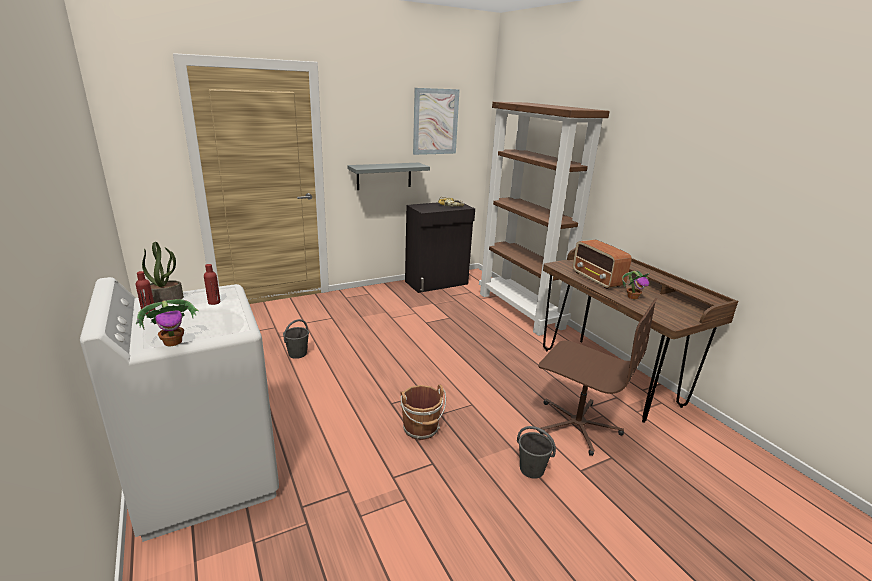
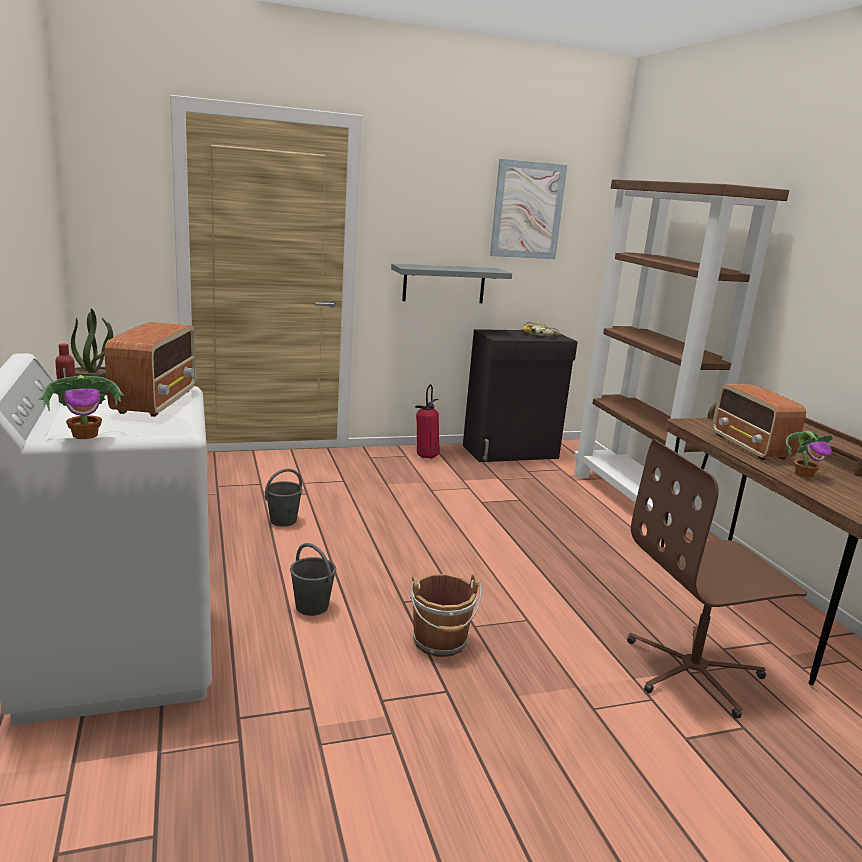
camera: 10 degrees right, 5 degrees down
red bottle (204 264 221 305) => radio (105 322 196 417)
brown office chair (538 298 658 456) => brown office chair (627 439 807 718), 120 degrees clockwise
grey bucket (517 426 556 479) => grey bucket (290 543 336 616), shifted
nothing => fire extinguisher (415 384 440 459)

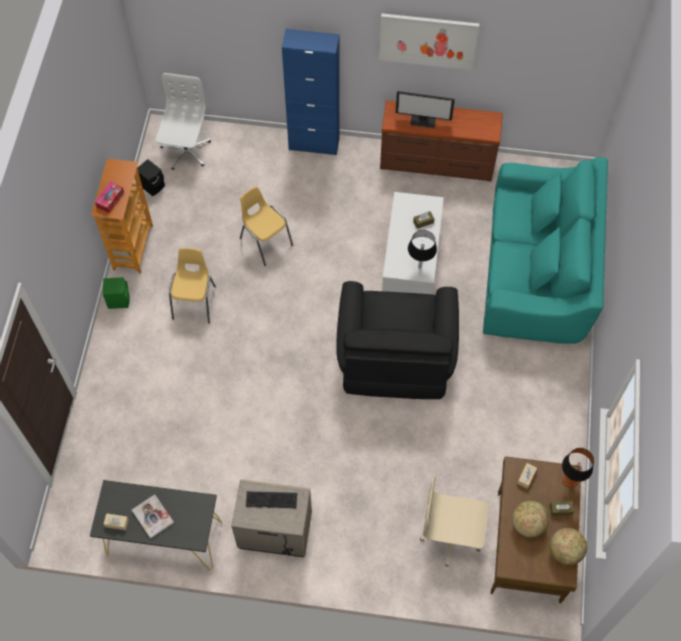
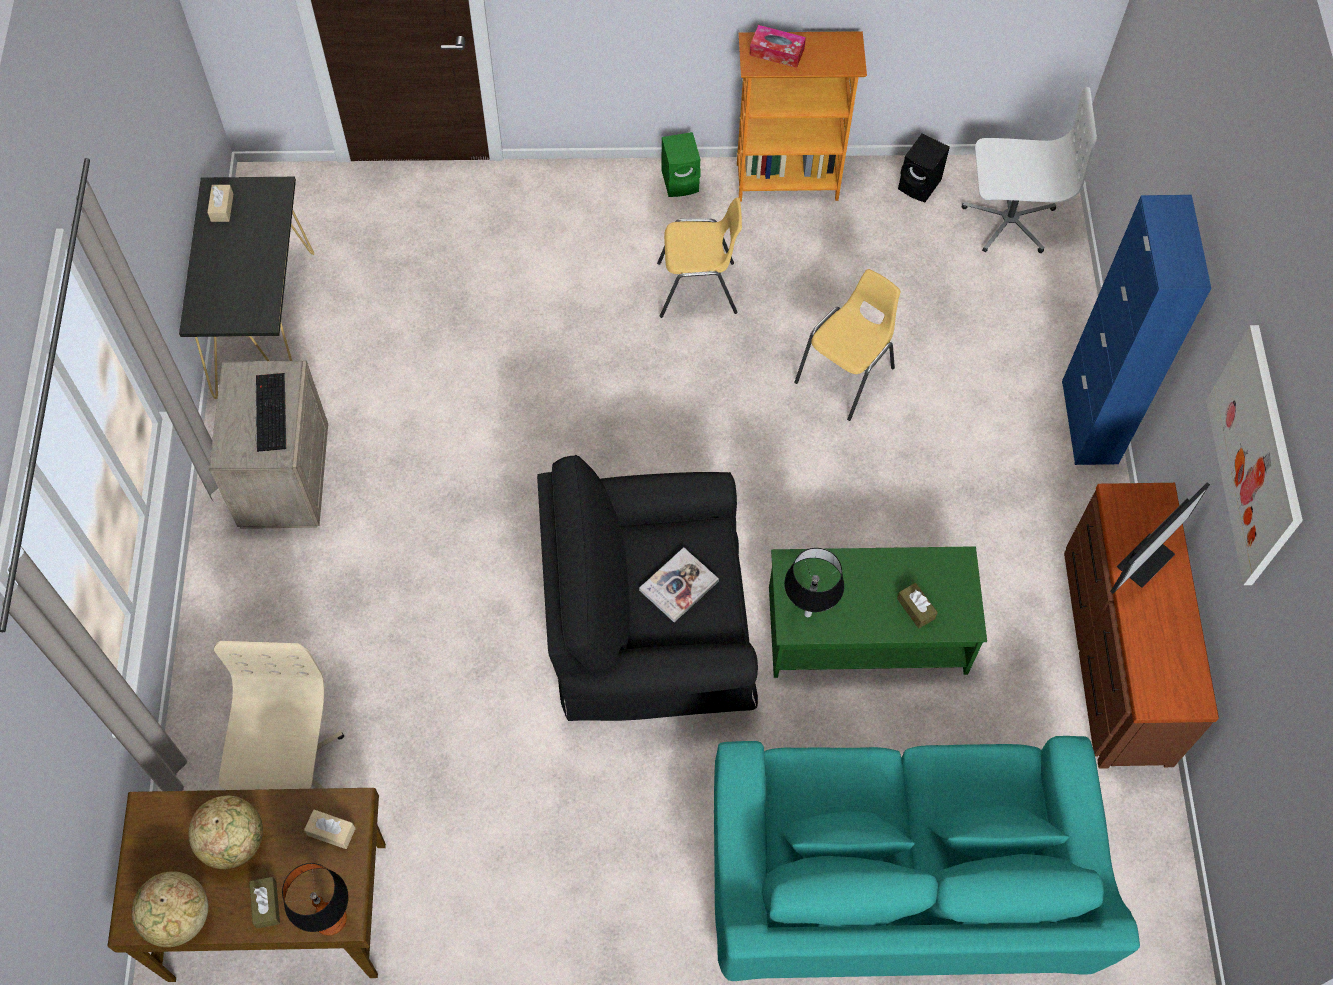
camera: 80 degrees right, 0 degrees up
monitor (396 91 455 128) => monitor (1110 482 1210 594), 135 degrees counterclockwise
white coffee table (382 192 444 294) => green coffee table (769 546 987 678)
book (132 494 174 539) => book (639 547 719 622), shifted

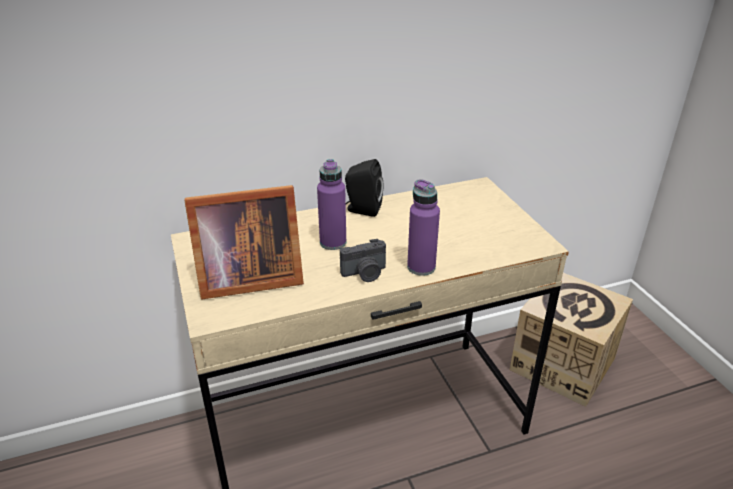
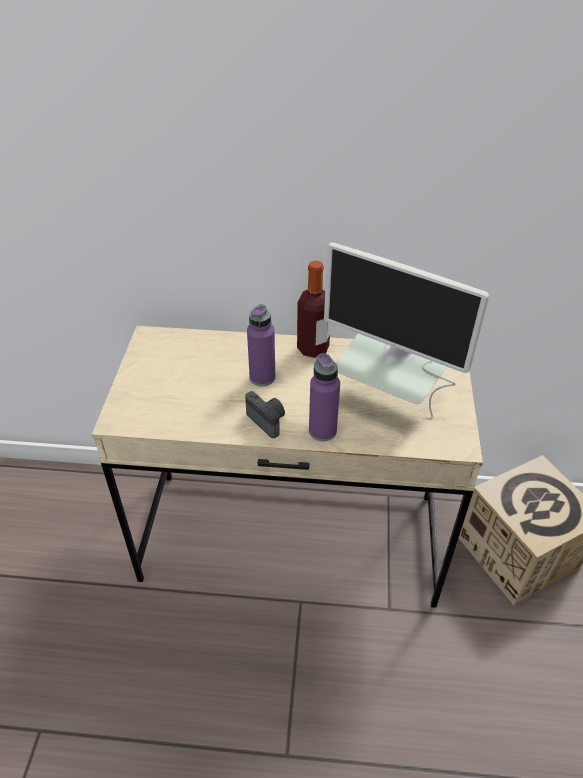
camera: 25 degrees right, 10 degrees up
black speaker (345 159 384 217) => bottle (297 261 331 358)
picture frame (184 185 304 300) => nothing
photo camera (340 239 386 282) => photo camera (245 391 285 438), 135 degrees counterclockwise
nothing => monitor (324 243 489 418)

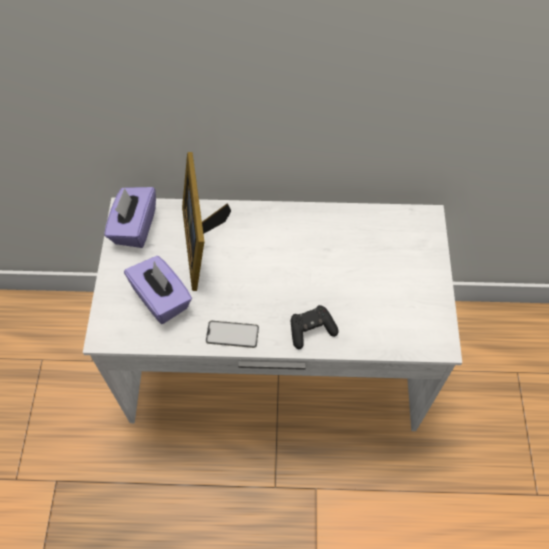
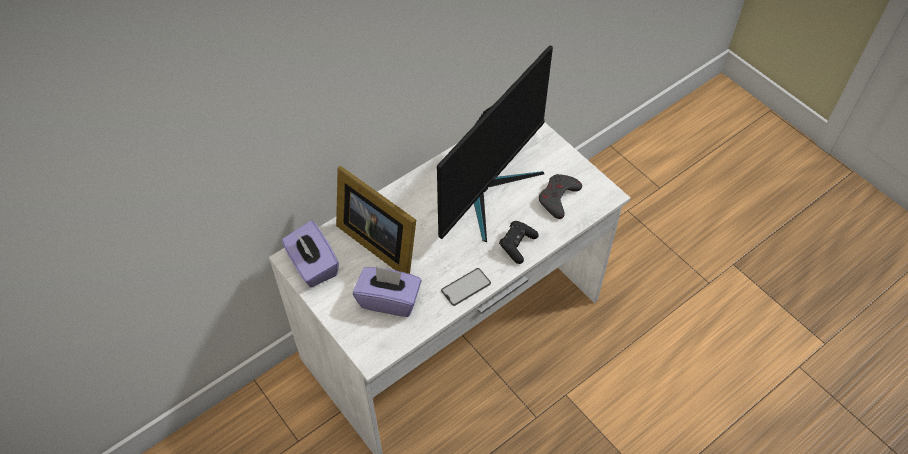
camera: 40 degrees left, 5 degrees down
nothing => monitor (437 46 553 242)
nothing => grey game controller (539 174 582 219)

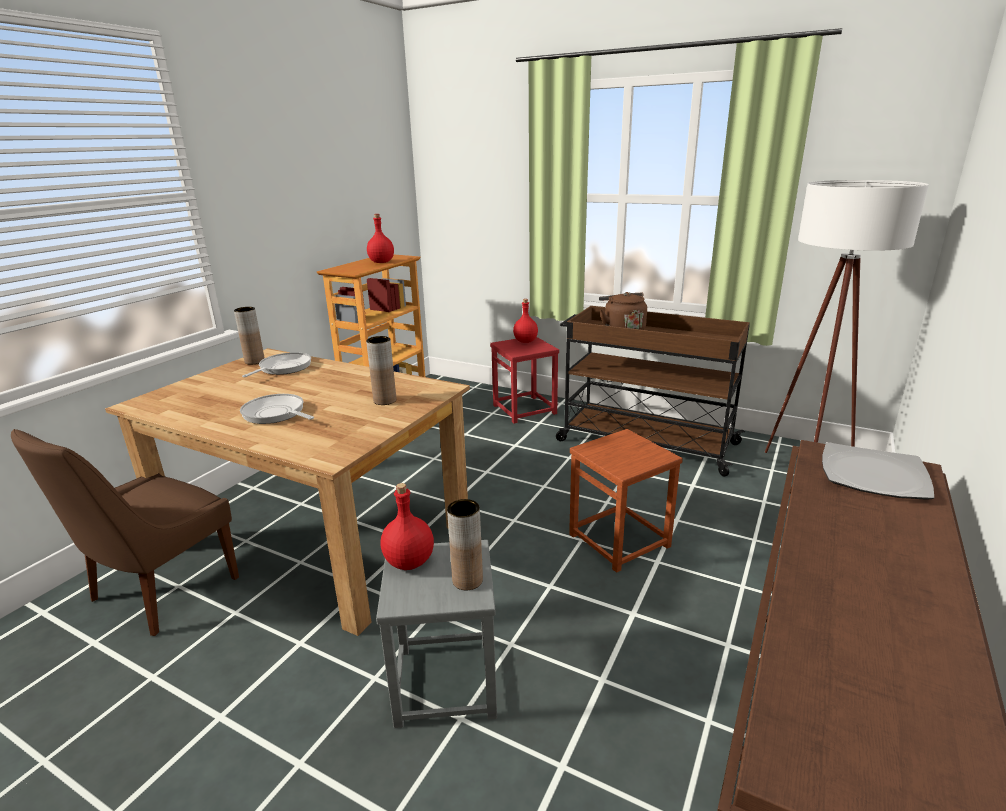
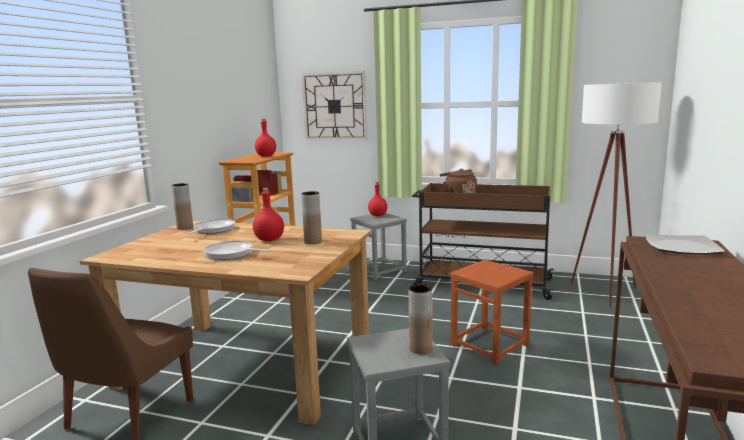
camera: 10 degrees left, 10 degrees down
red stool (490 337 559 423) => grey stool (350 213 407 280)
red bottle (380 483 434 570) => red bottle (253 188 284 241), shifted
nothing => wall clock (302 71 367 140)

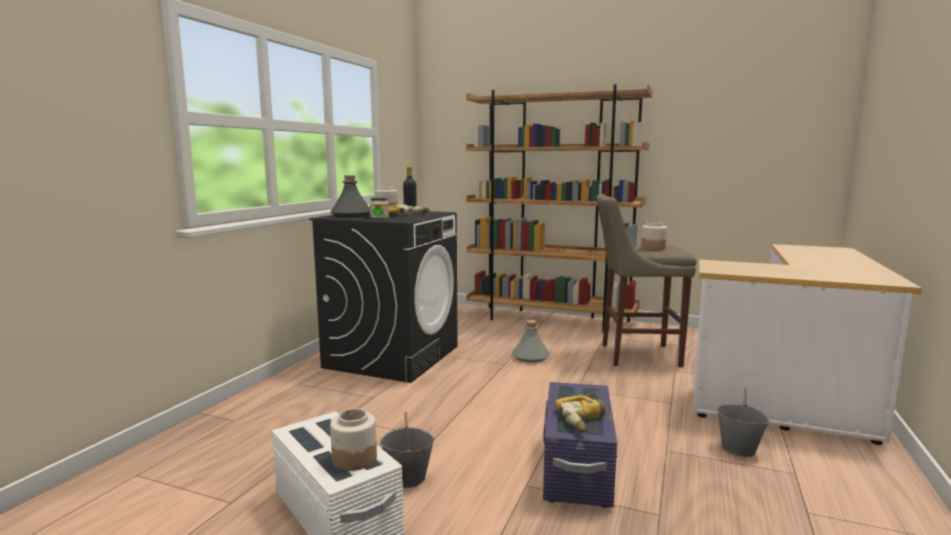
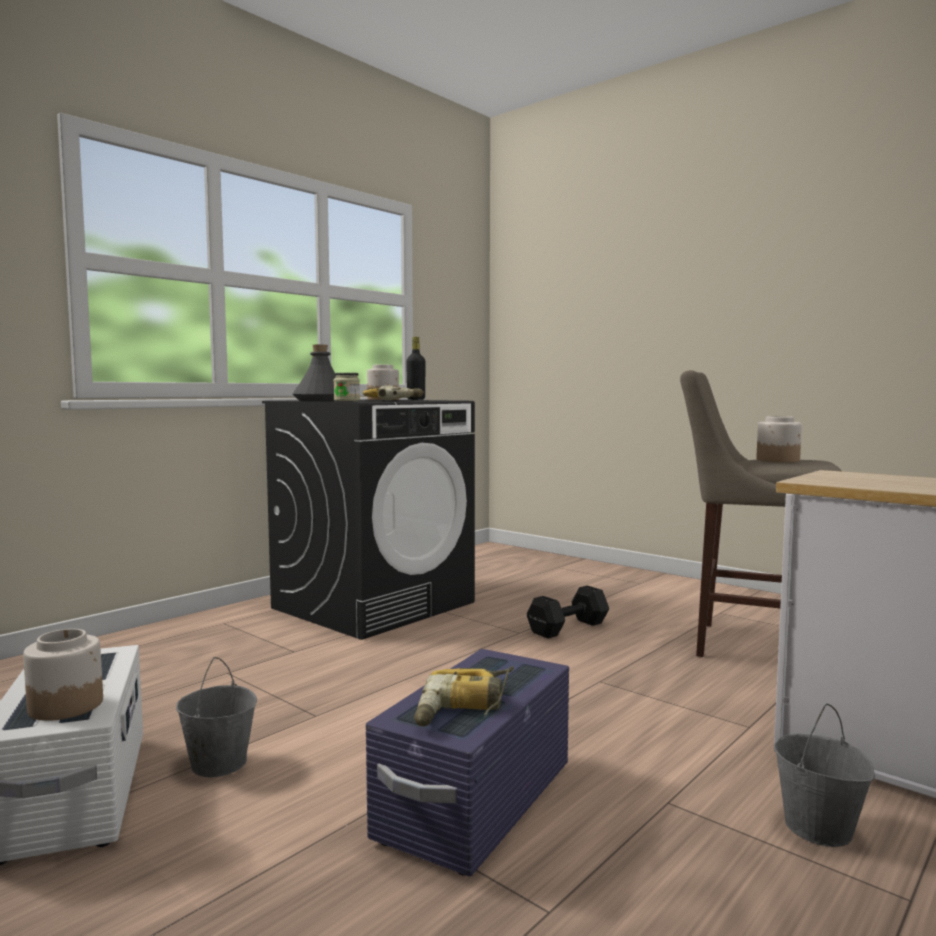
camera: 20 degrees right, 5 degrees down
brown bookcase (466 84 652 333) => nothing
grey bottle (512 320 550 363) => black dumbbell (527 586 609 638)

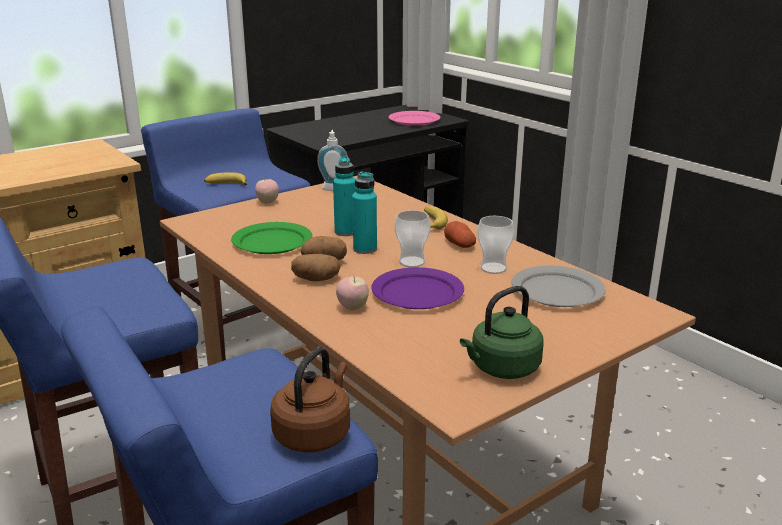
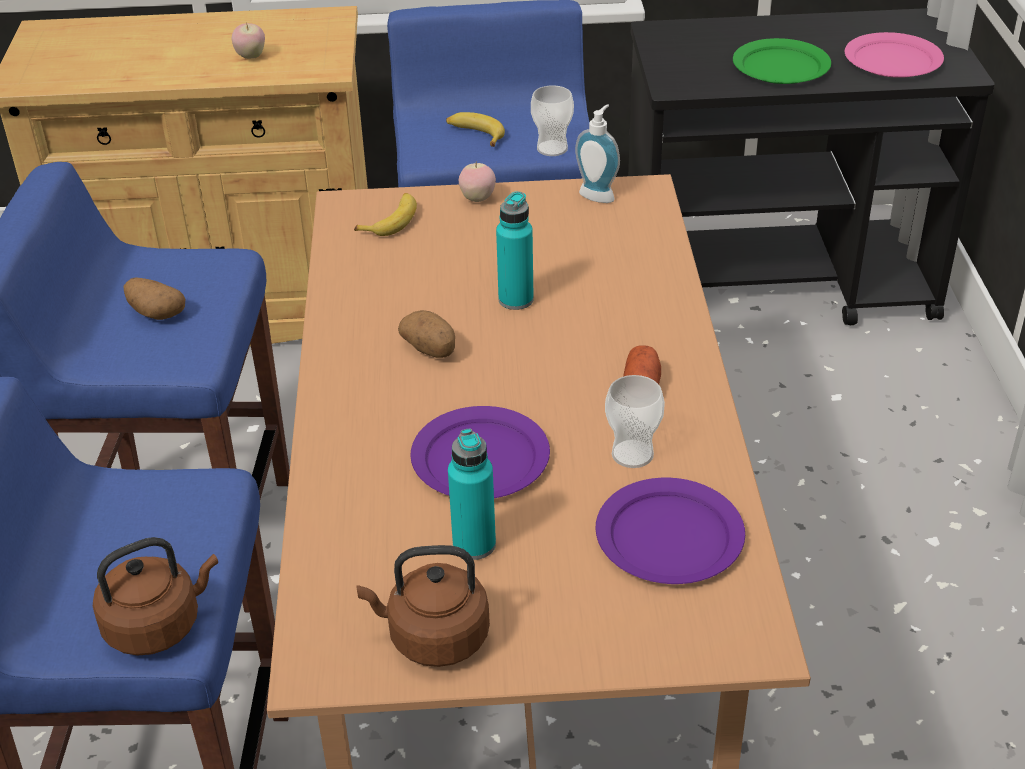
camera: 35 degrees right, 15 degrees up
turquoise bottle (352 172 377 254) => turquoise bottle (448 429 496 560), shifted
banana (424 206 448 229) => banana (354 193 417 236), shifted
cup (395 210 431 267) => cup (531 85 574 156), shifted
green plate (231 222 312 254) => green plate (733 38 831 84), shifted
potato (291 254 341 281) => potato (123 277 185 320), shifted
grey plate (512 266 606 307) => purple plate (596 478 745 584)
apple (336 276 369 310) => apple (232 22 265 59), shifted
green kettle (460 286 543 379) => brown kettle (356 545 490 667)

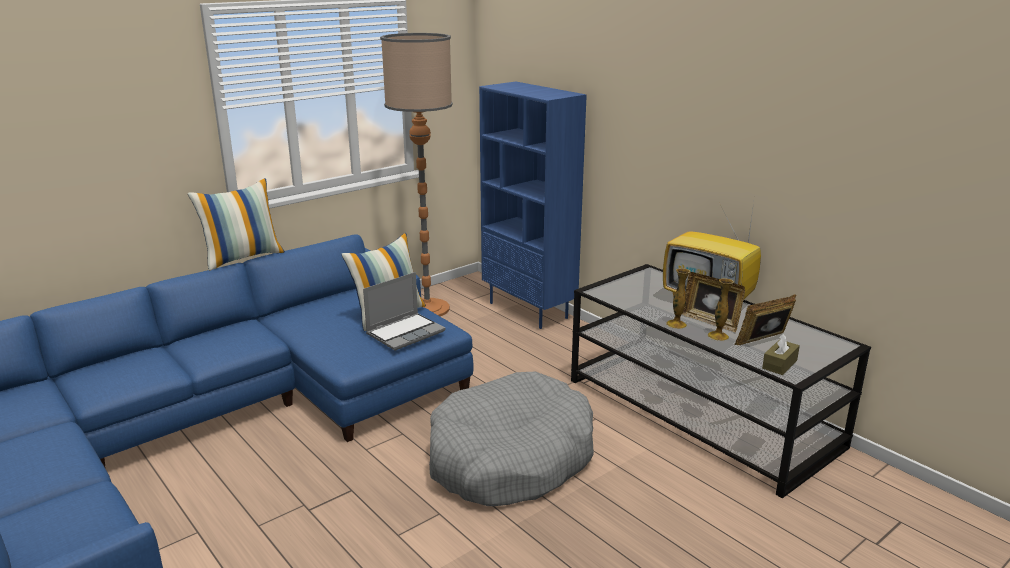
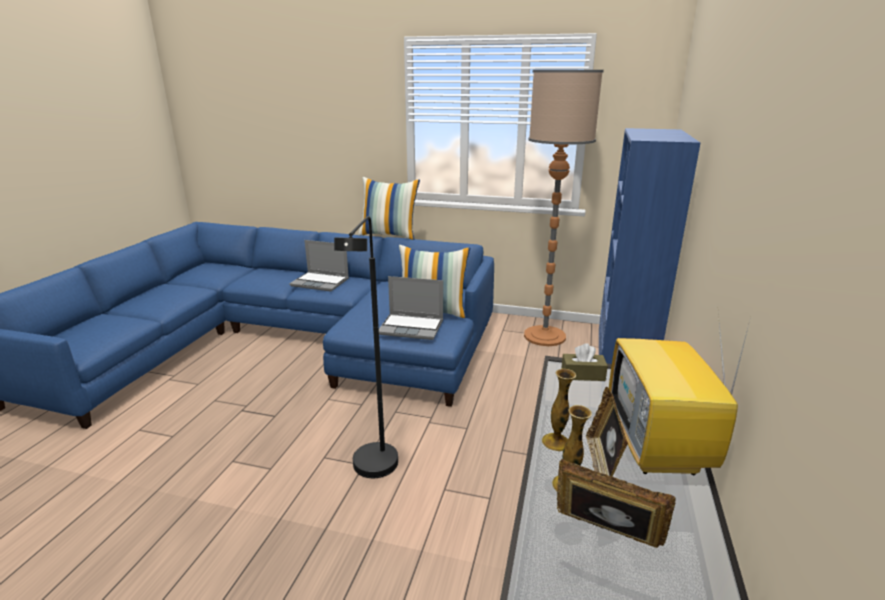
camera: 55 degrees right, 0 degrees up
brown tissue box (762 334 800 375) => brown tissue box (561 343 608 381), shifted
grey dog bed (429 371 594 506) => black floor lamp (334 216 398 478)
nothing => laptop (289 240 349 292)

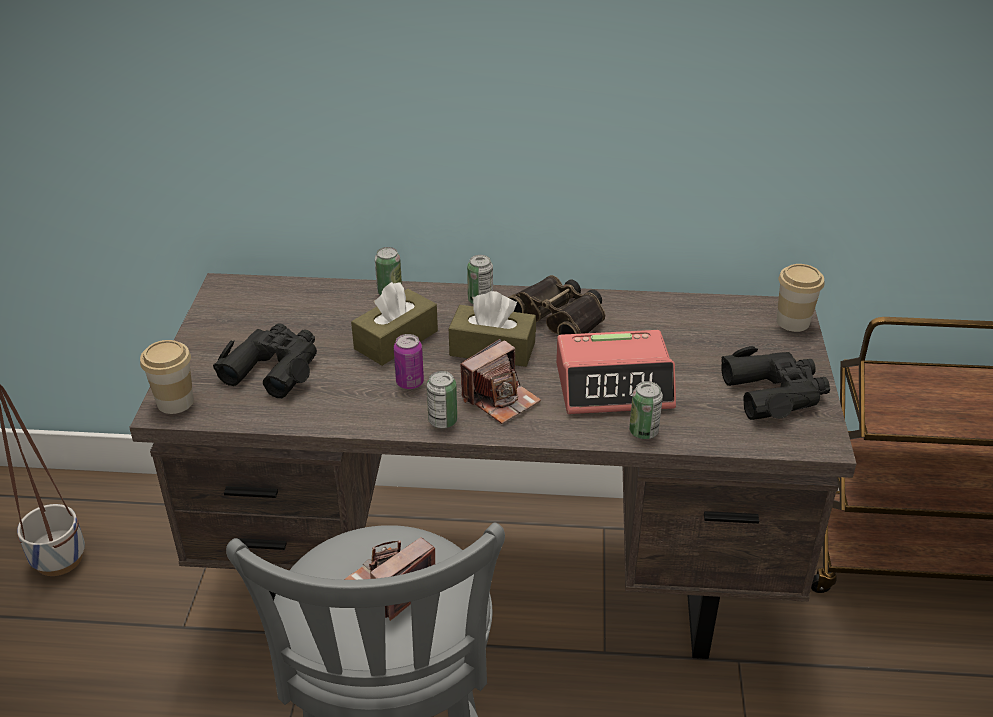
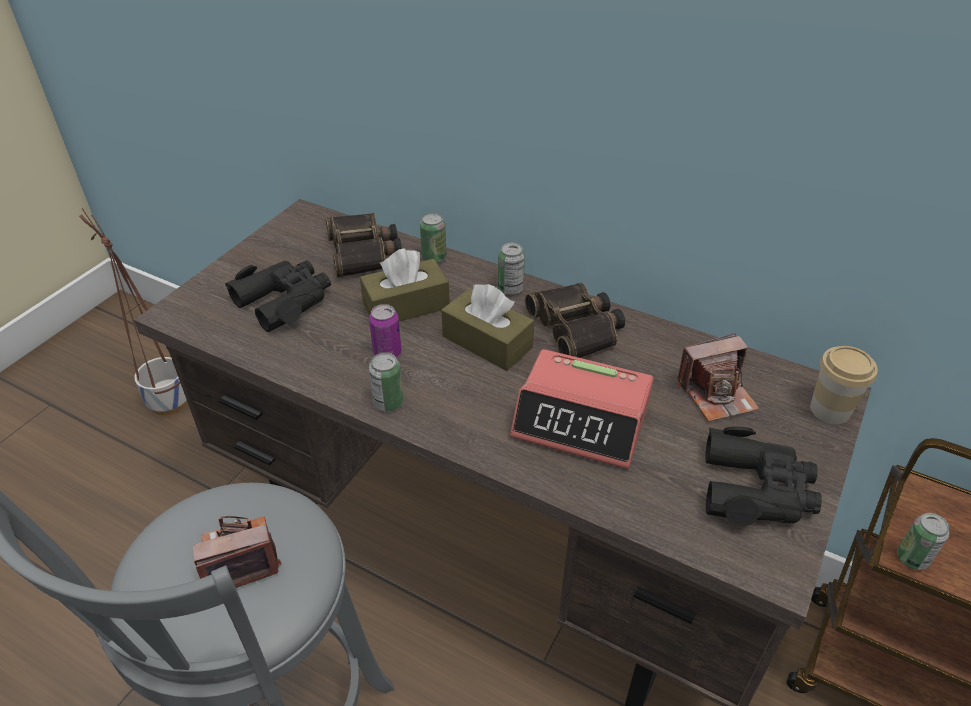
camera: 25 degrees right, 5 degrees up
photo camera (460 339 541 424) => photo camera (677 333 759 422), shifted
cup (140 340 194 414) => nothing
can (629 381 663 439) => can (897 513 949 570), shifted
nothing => binoculars (326 213 402 278)

